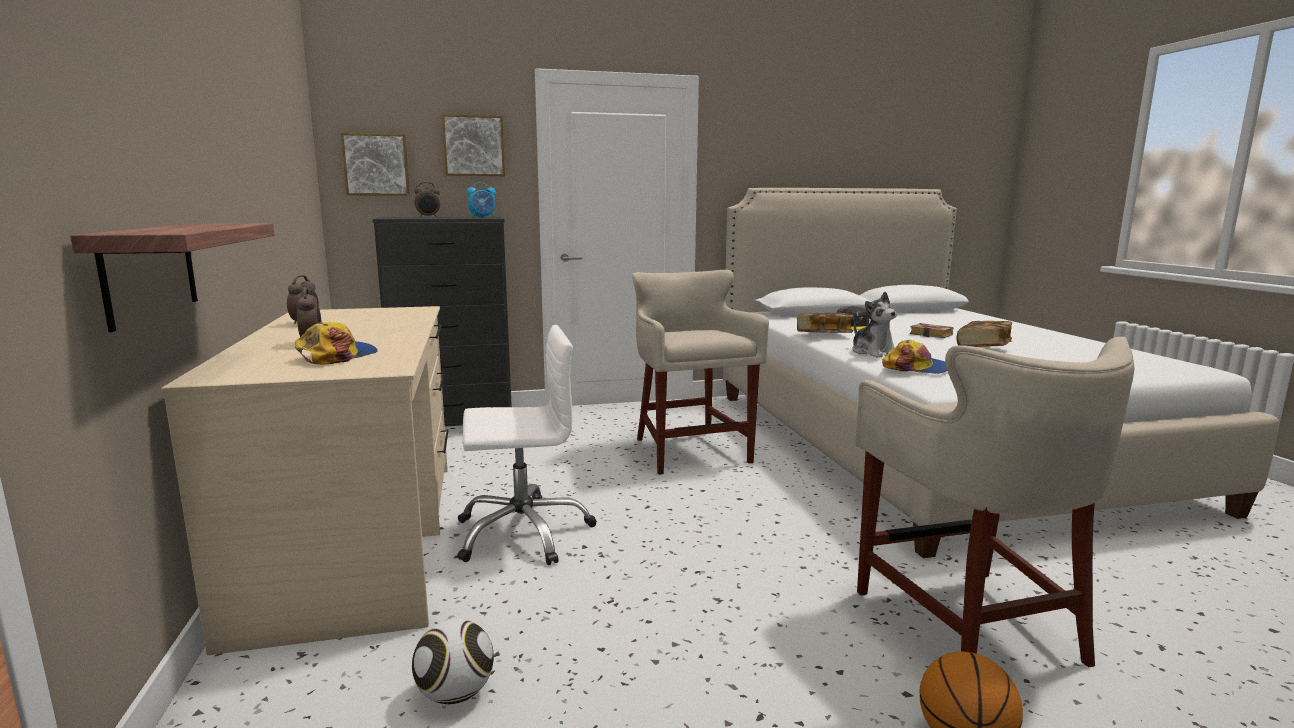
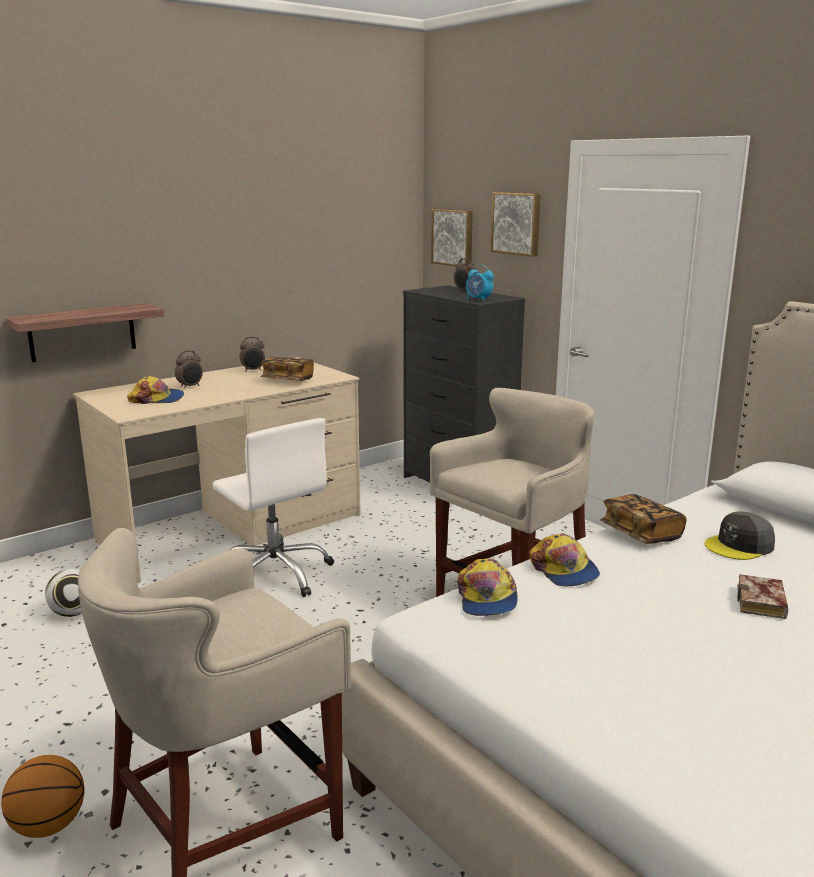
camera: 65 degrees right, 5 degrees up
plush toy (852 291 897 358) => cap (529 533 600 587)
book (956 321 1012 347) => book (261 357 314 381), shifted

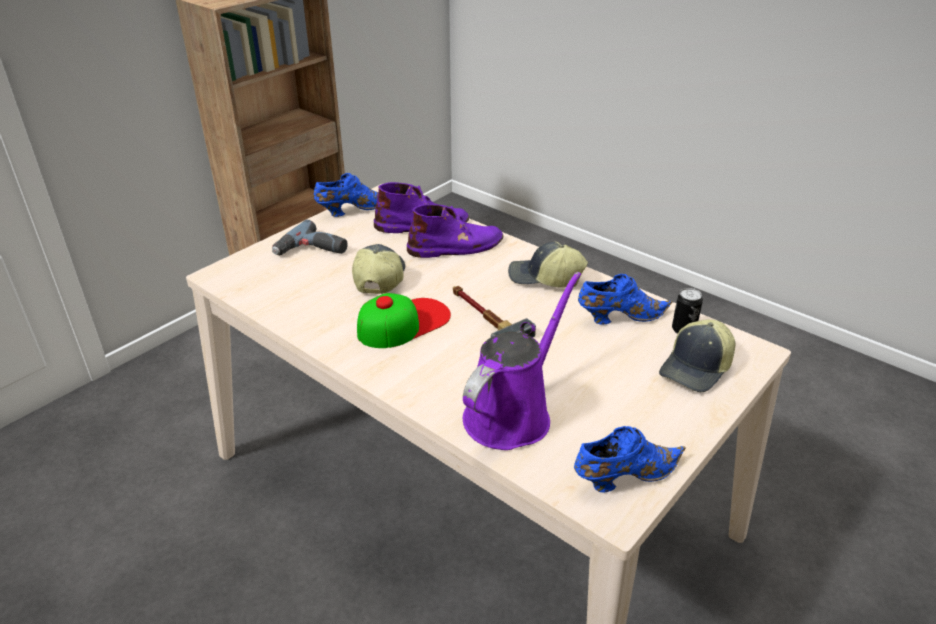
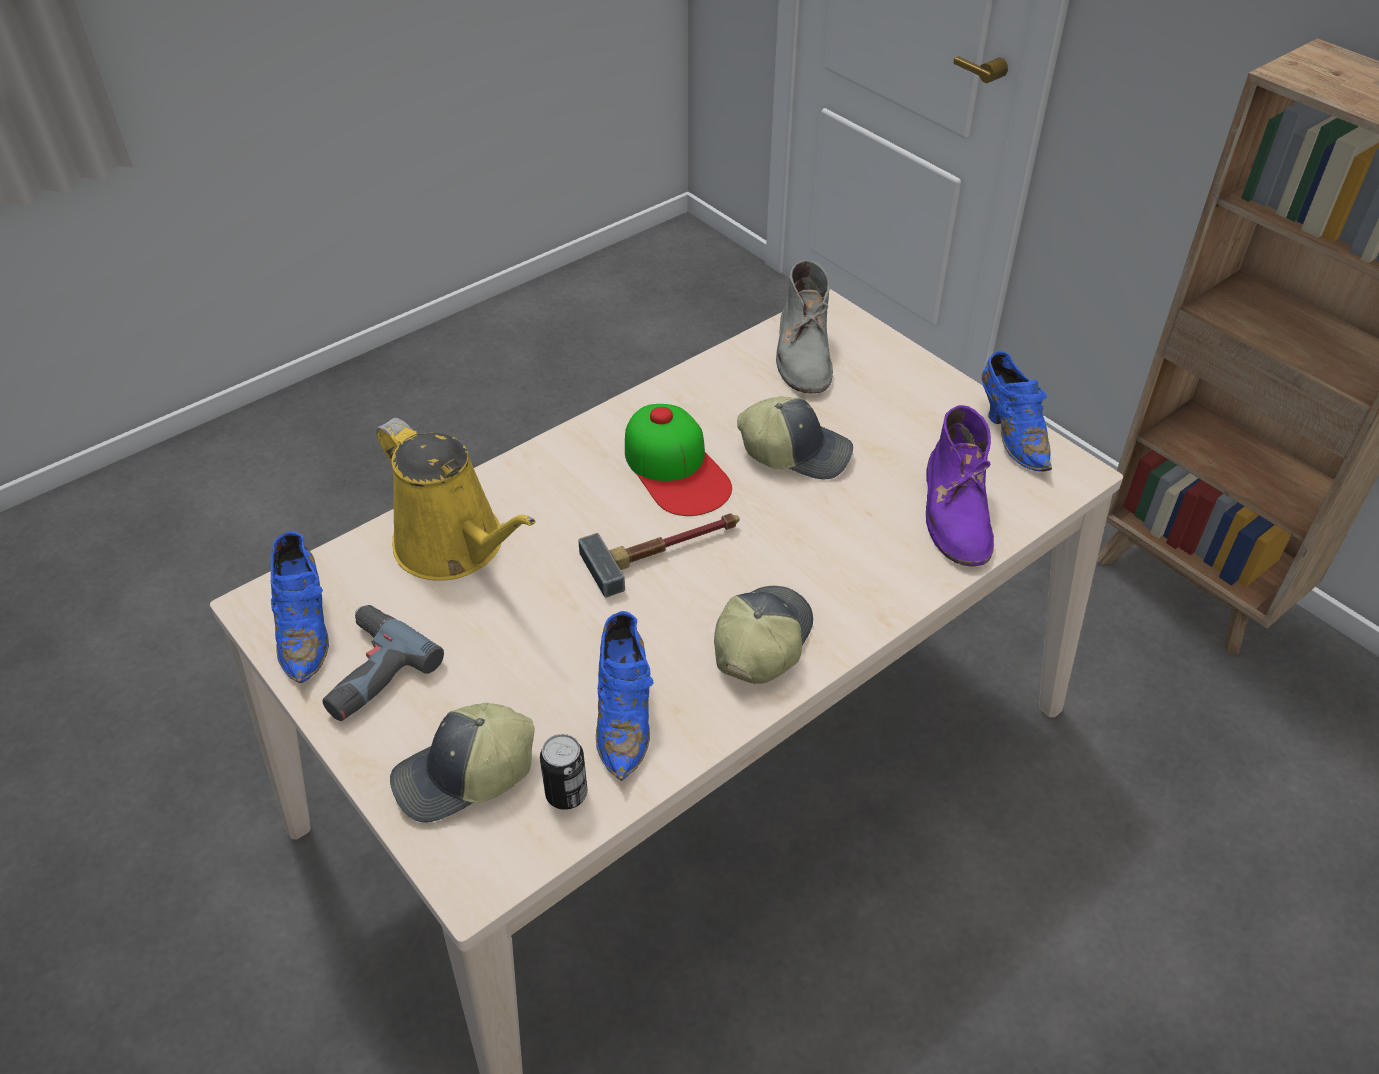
camera: 100 degrees right, 10 degrees up
purple boot (407 204 504 258) => nothing
power drill (272 220 348 255) => power drill (322 605 444 721), shifted
purple watering can (463 272 581 450) => yellow watering can (376 418 536 581)
cap (659 319 735 392) => cap (390 703 534 823), 75 degrees counterclockwise
nothing => grey boot (776 260 833 394)

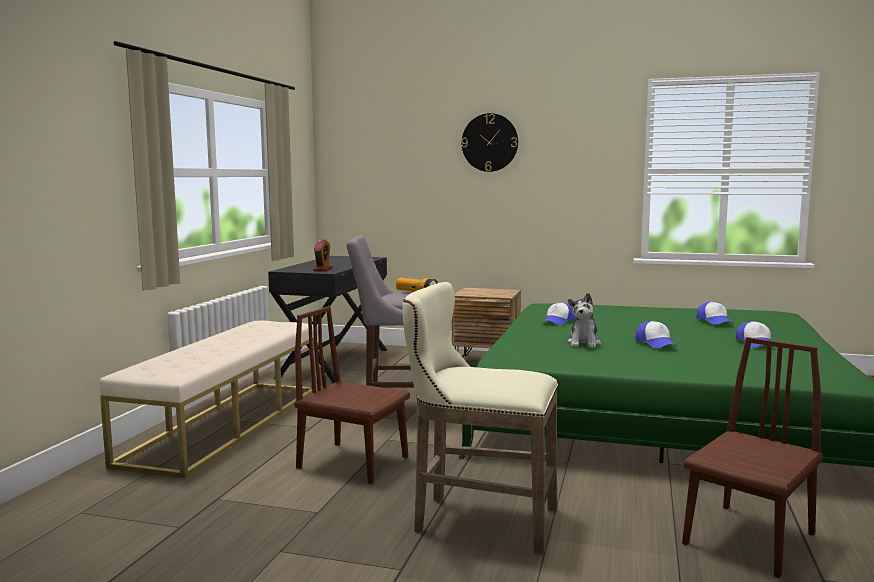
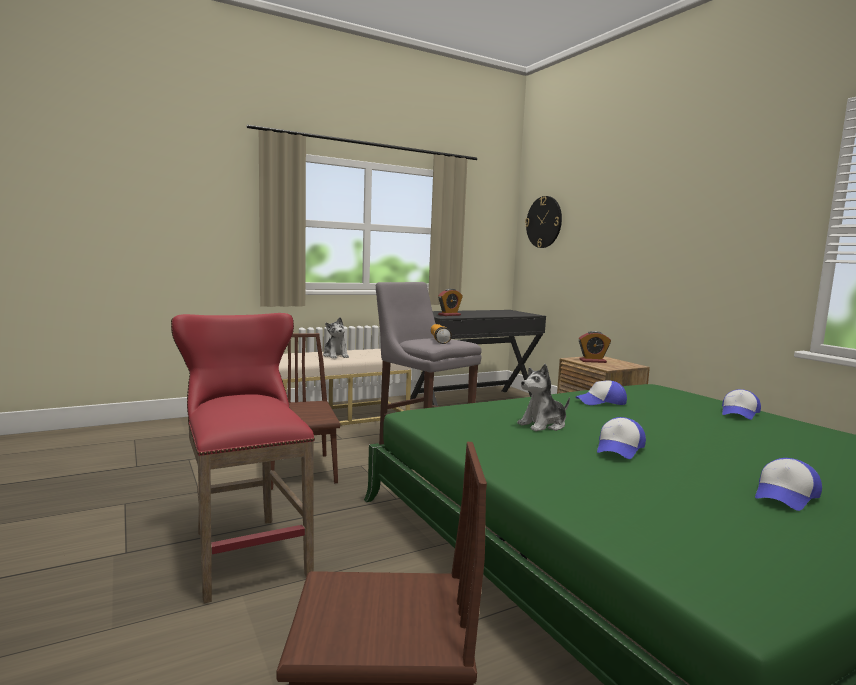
camera: 45 degrees right, 0 degrees up
wall clock (462 113 518 172) => wall clock (525 196 562 248), shifted
beige stool (403 282 558 555) => red stool (171 313 315 603)
cap (696 302 733 325) => cap (722 389 761 420), shifted
nothing => plush toy (323 317 349 359)
nothing => alarm clock (578 331 611 363)

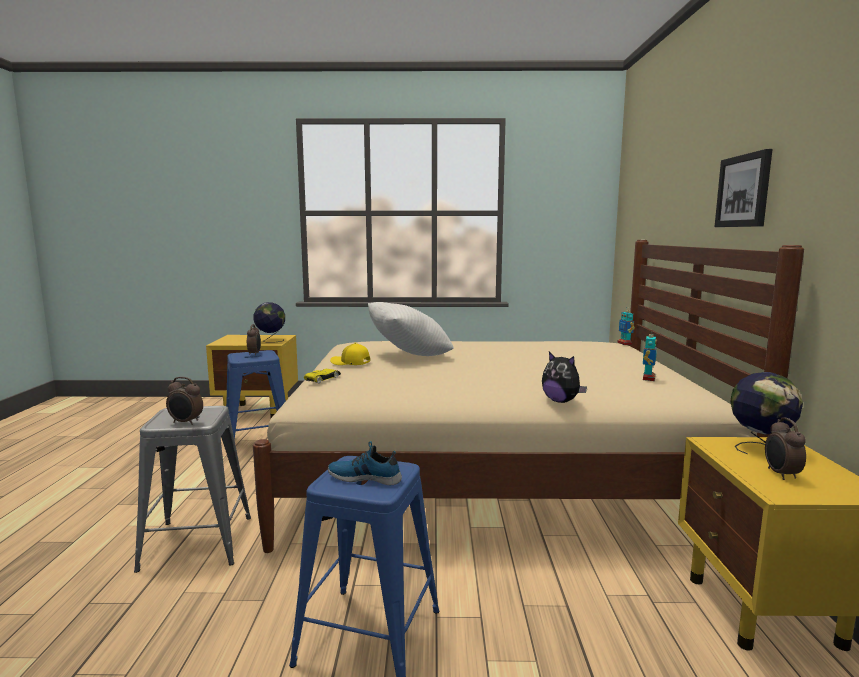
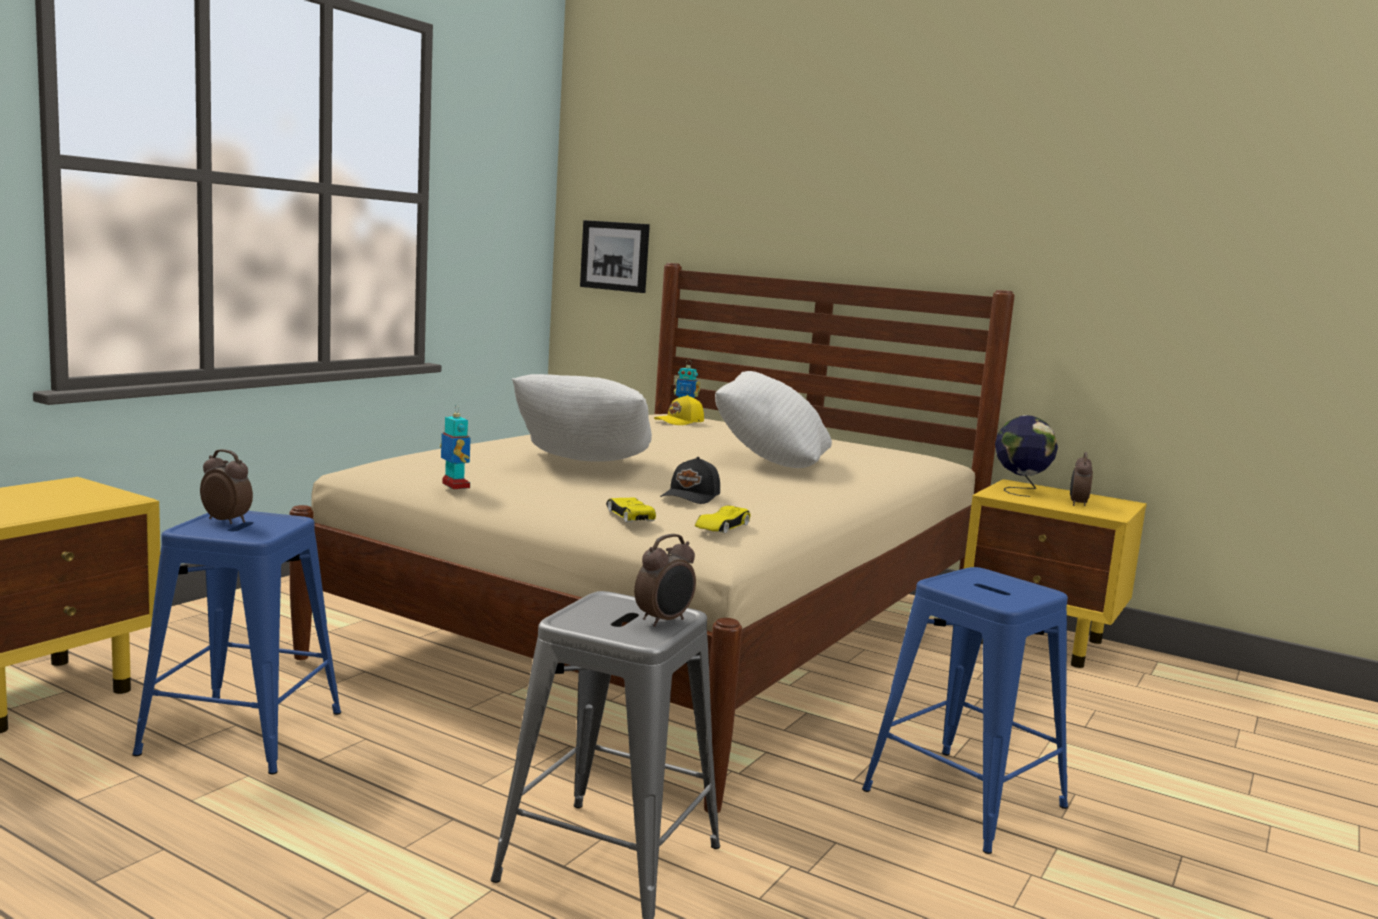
camera: 60 degrees left, 0 degrees up
picture (715 149 772 227) => picture (580 220 650 293), shifted
globe (254 302 285 343) => nothing
toy robot (643 330 657 381) => toy robot (440 405 470 489), shifted
yellow cap (330 342 370 365) => yellow cap (654 395 704 425), shifted
plush toy (542 352 587 403) => nothing
alarm clock (765 417 806 480) => alarm clock (1070 452 1093 506), 75 degrees clockwise
shoe (328 441 402 485) => nothing
nothing => white pillow (715 371 832 468)
nothing => black cap (660 457 720 504)
nothing => yellow toy car (695 506 750 533)

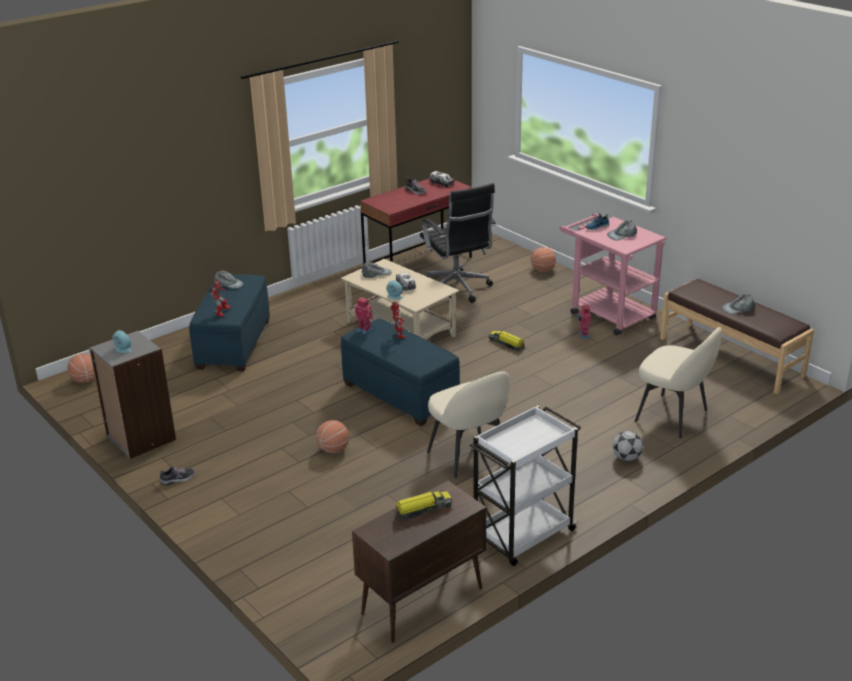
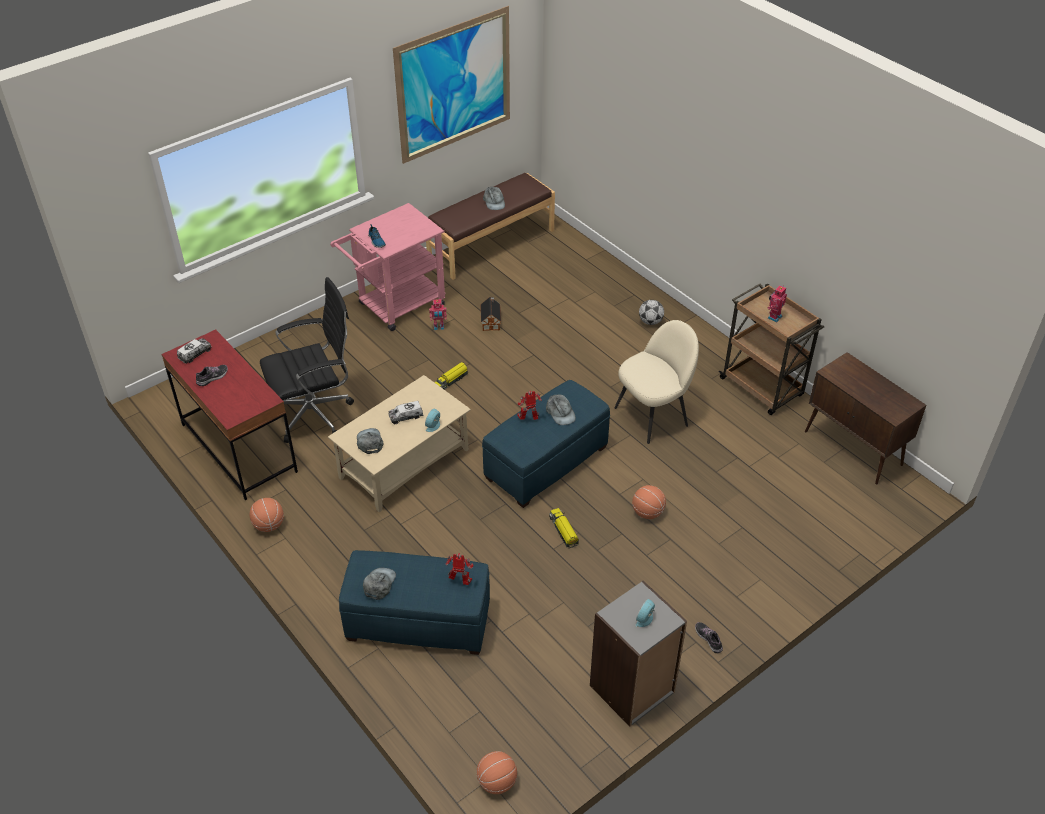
camera: 90 degrees left, 15 degrees up
grey cap (607 221 637 241) => grey cap (546 395 576 425), shifted
basketball (531 247 556 272) => basketball (250 498 284 532), shifted
toy robot (354 297 374 334) => toy robot (768 285 787 322), shifted
beige chair (634 327 722 438) => nothing
white cart (470 405 581 566) => brown cart (719 283 824 415)
toy truck (394 490 452 520) => toy truck (549 508 579 548), shifted
nothing => picture (393 6 510 164)
nothing => toy house (480 297 501 331)

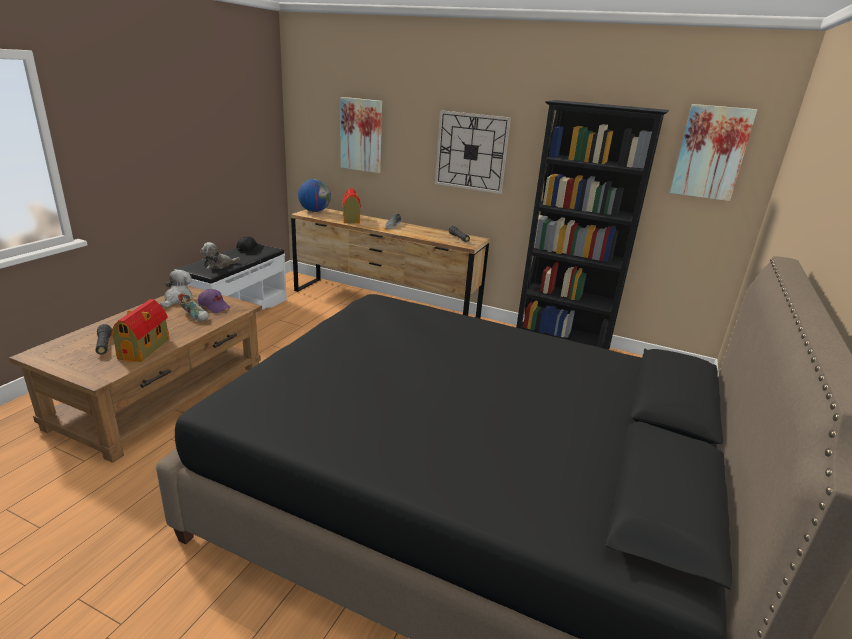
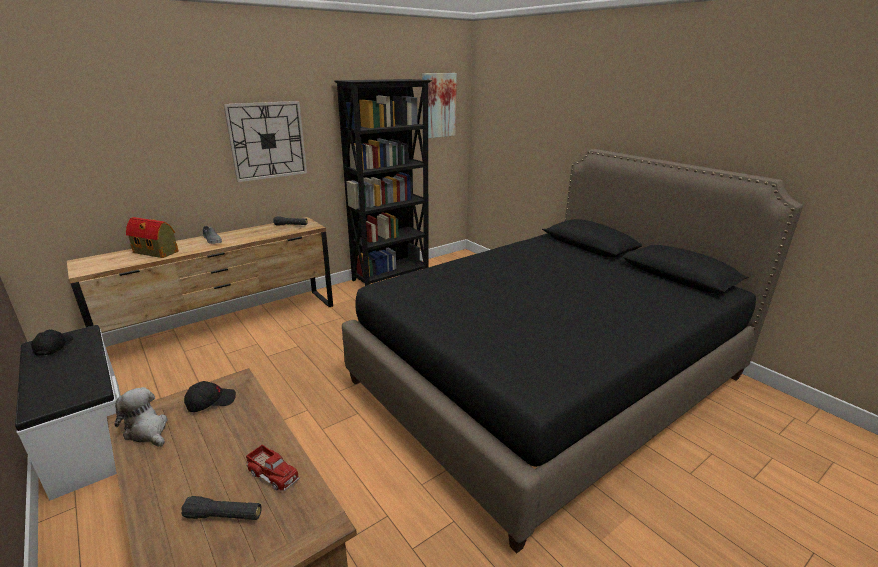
camera: 60 degrees left, 0 degrees up
picture (340 97 382 173) => nothing
globe (298 179 331 212) => nothing
plush toy (200 242 240 270) => nothing
purple cap (198 289 231 313) => black cap (184 381 236 412)
shoe (178 293 209 321) => nothing
toy house (111 299 169 362) => toy truck (246 445 300 491)

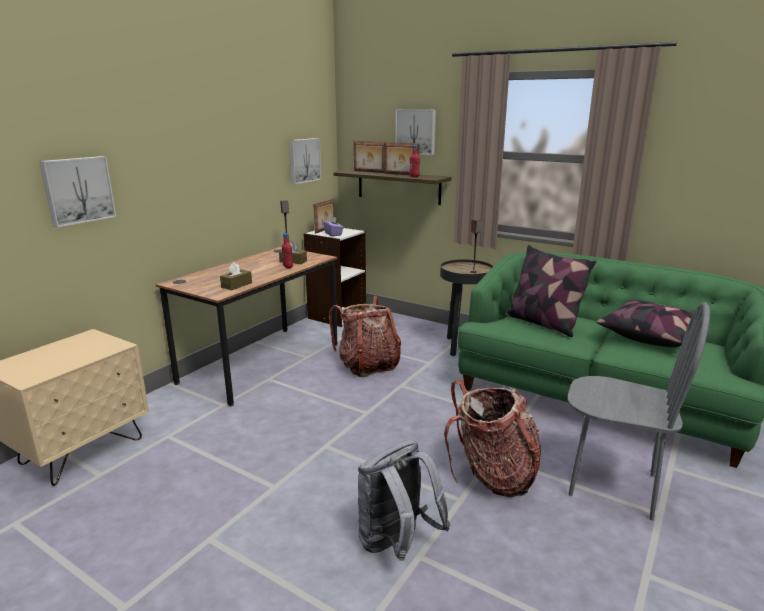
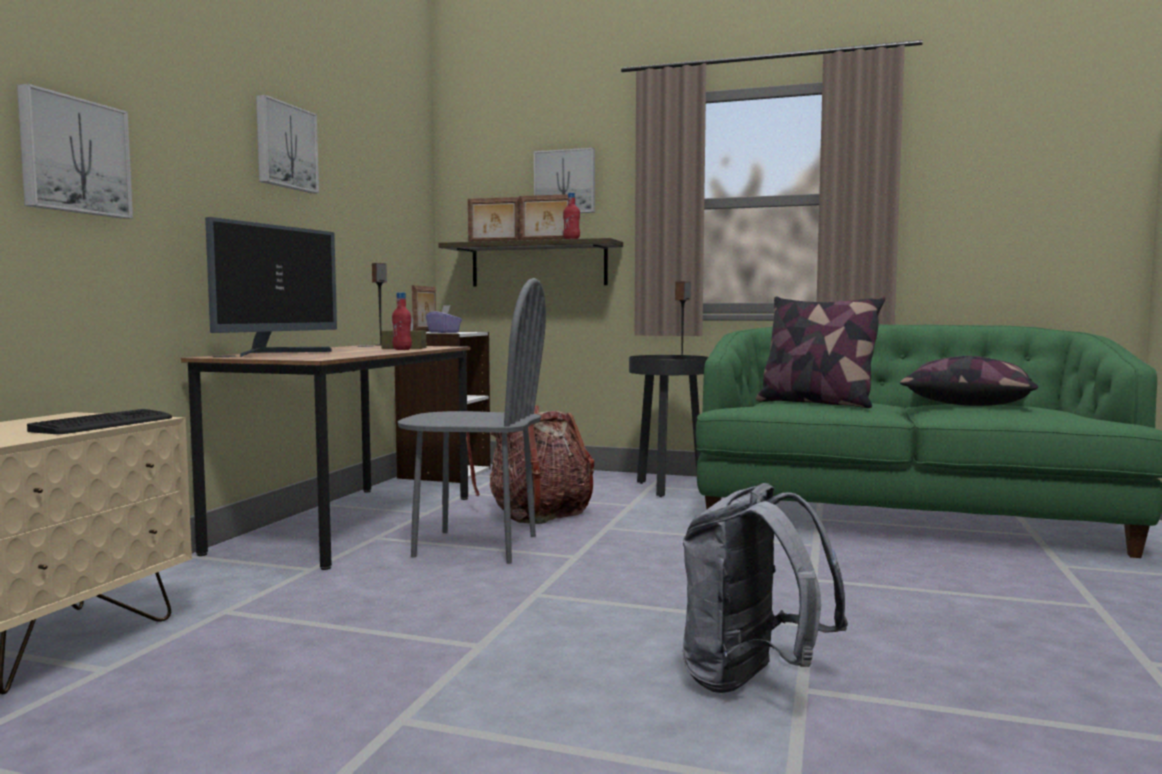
camera: 15 degrees left, 15 degrees down
picture (289 138 321 184) => picture (256 95 319 193), shifted
brown tissue box (220 262 252 290) => nothing
grey chair (568 302 710 520) => grey chair (398 278 546 564), shifted
backpack (444 380 541 498) => nothing
nothing => monitor (205 217 337 357)
nothing => keyboard (27 409 172 434)

